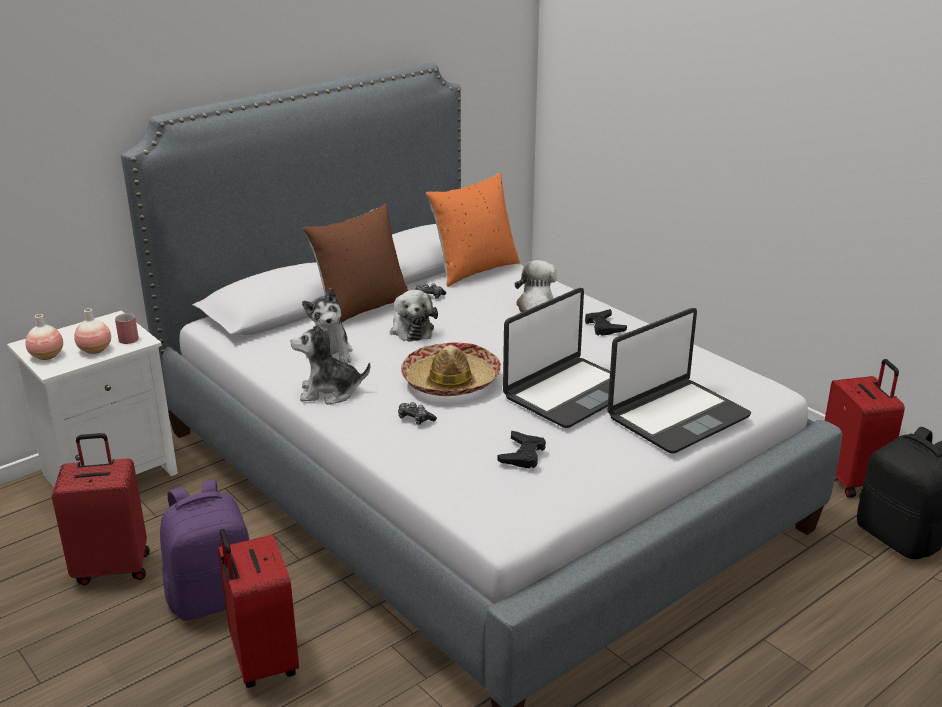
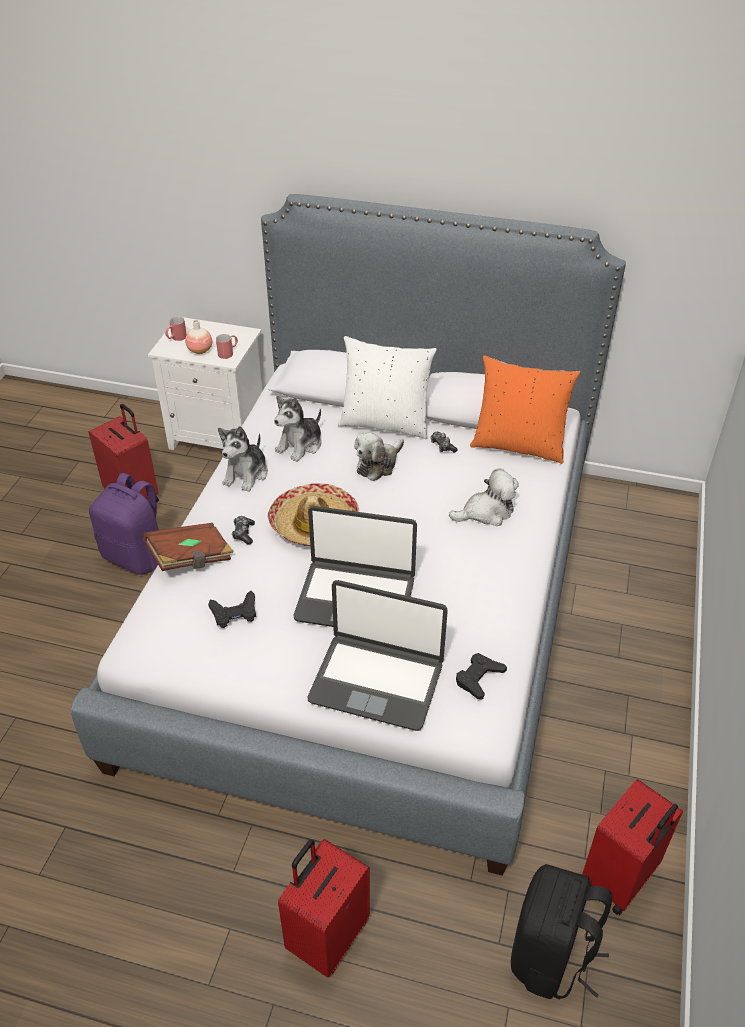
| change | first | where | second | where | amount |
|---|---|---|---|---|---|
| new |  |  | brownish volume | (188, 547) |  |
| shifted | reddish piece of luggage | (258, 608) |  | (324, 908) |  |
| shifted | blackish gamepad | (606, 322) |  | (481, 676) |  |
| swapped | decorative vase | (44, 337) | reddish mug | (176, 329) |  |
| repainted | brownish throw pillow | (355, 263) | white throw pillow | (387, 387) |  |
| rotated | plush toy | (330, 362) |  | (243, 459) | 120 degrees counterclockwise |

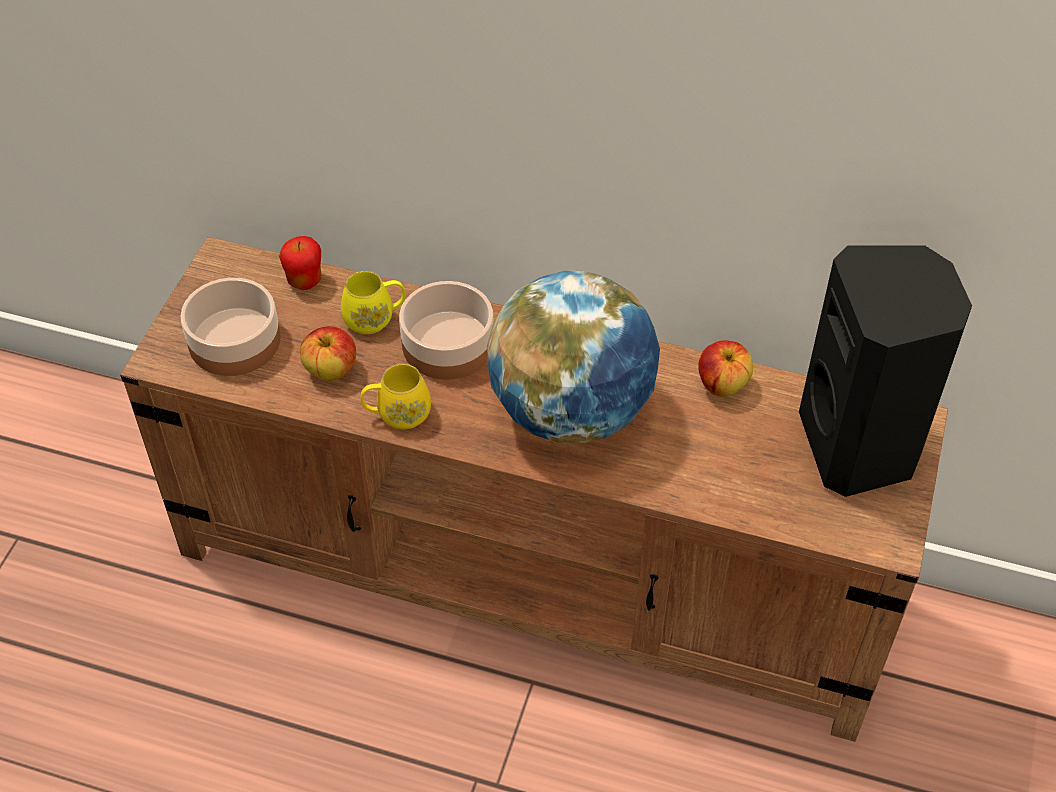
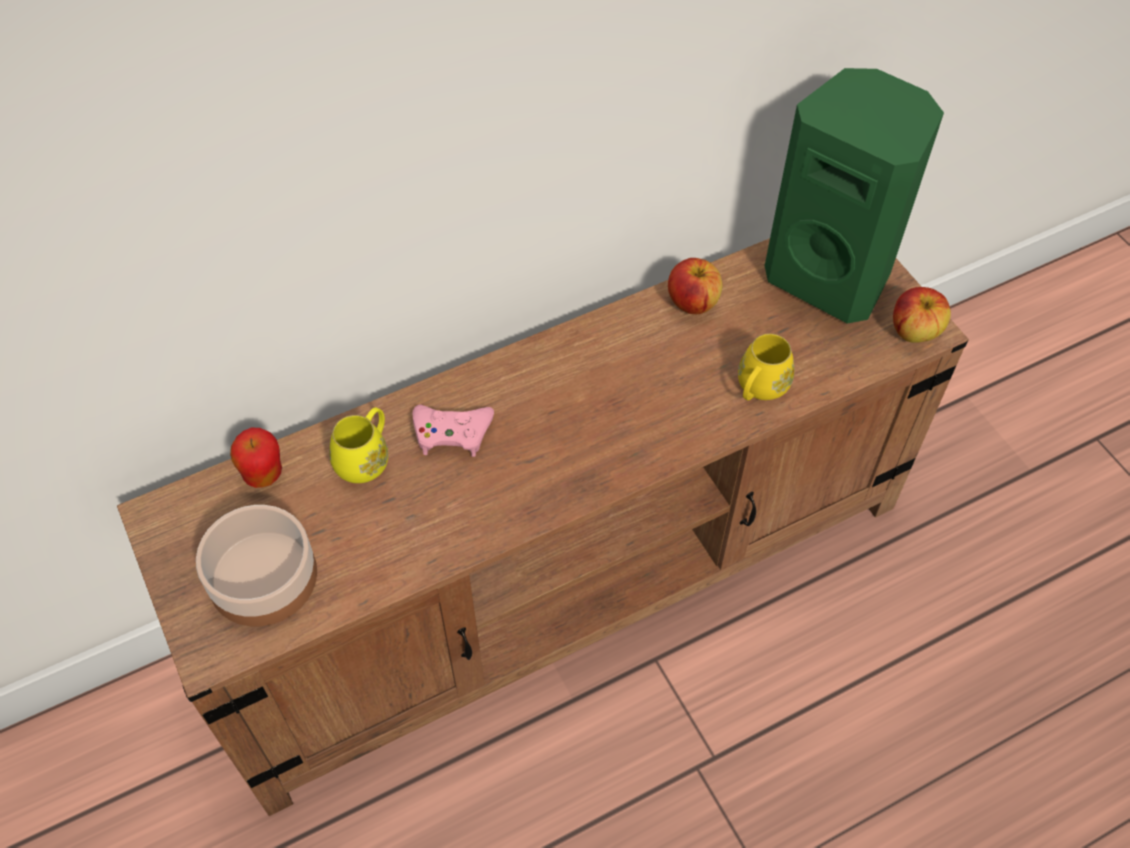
| change | first | where | second | where | amount |
|---|---|---|---|---|---|
| gone | globe | (573, 357) |  |  |  |
| shifted | whole apple | (328, 353) |  | (922, 315) |  |
| shifted | yellow mug | (396, 396) |  | (766, 367) |  |
| swapped | bowl | (446, 330) | pink gamepad | (453, 431) |  |
| repainted | blackish loudspeaker | (885, 371) | greenish loudspeaker | (854, 195) |  |

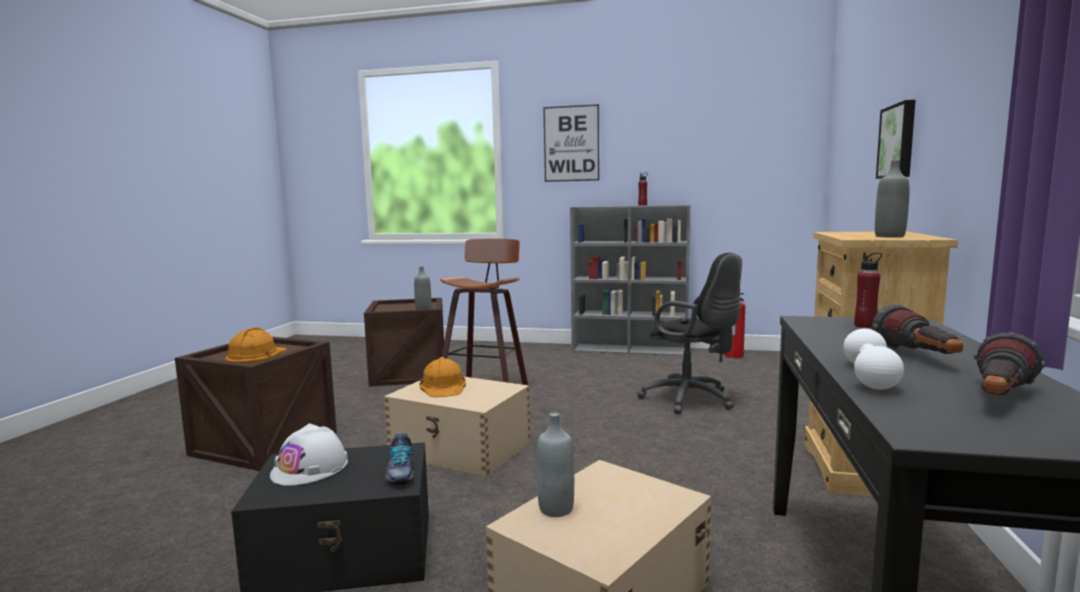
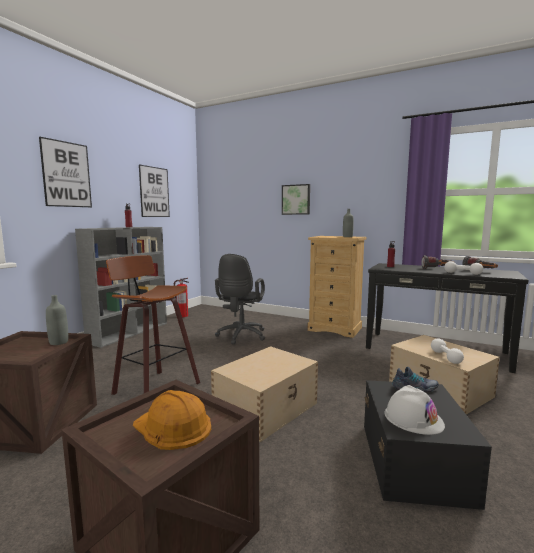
| change | first | where | second | where | amount |
|---|---|---|---|---|---|
| gone | orangey safety helmet | (443, 377) |  |  |  |
| new |  |  | wall art | (154, 190) |  |
| swapped | greyish drink bottle | (555, 464) | white hand weight | (447, 351) |  |
| rotated | blackish computer chair | (689, 333) |  | (240, 299) | 135 degrees clockwise |

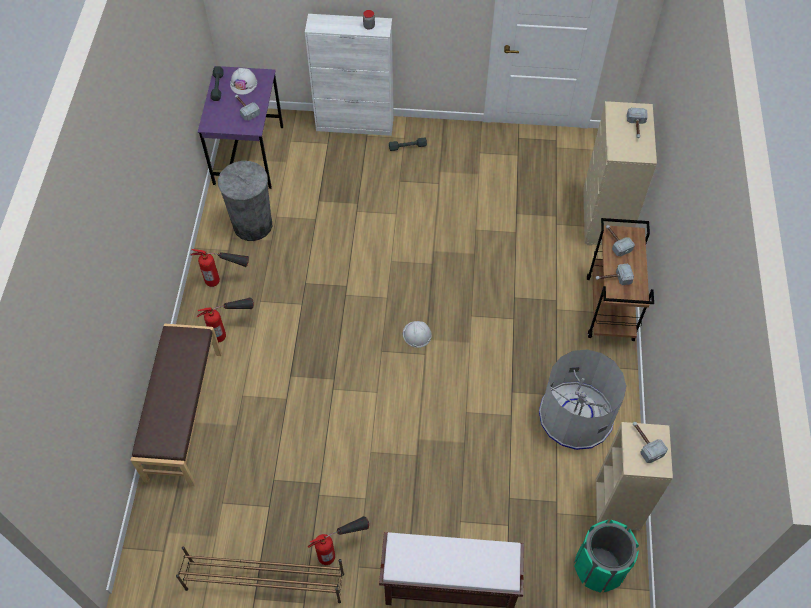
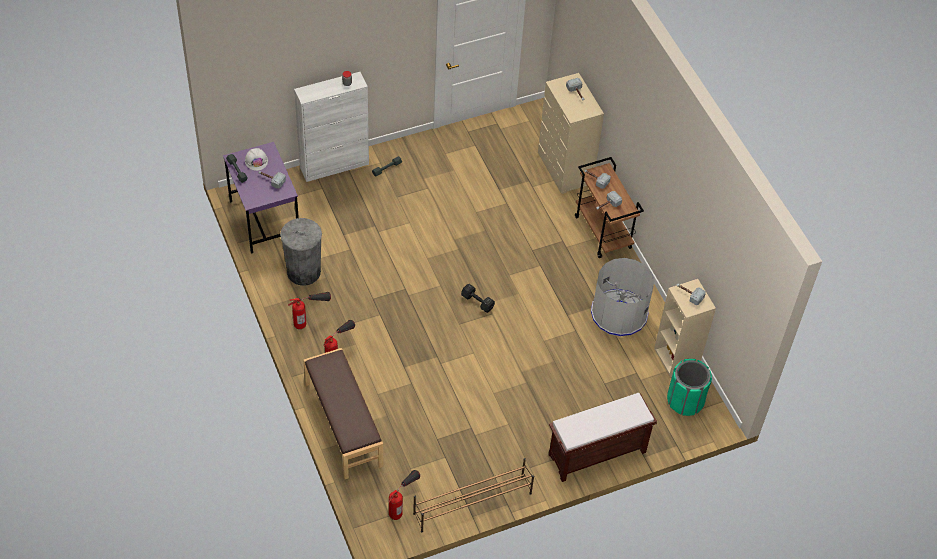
| change | first | where | second | where | amount |
|---|---|---|---|---|---|
| shifted | extinguisher | (338, 540) |  | (404, 495) |  |
| swapped | white safety helmet | (417, 334) | blackish hand weight | (478, 298) |  |

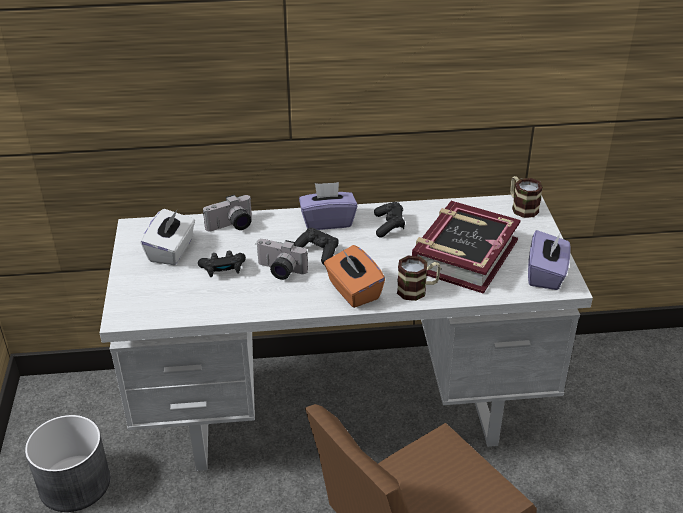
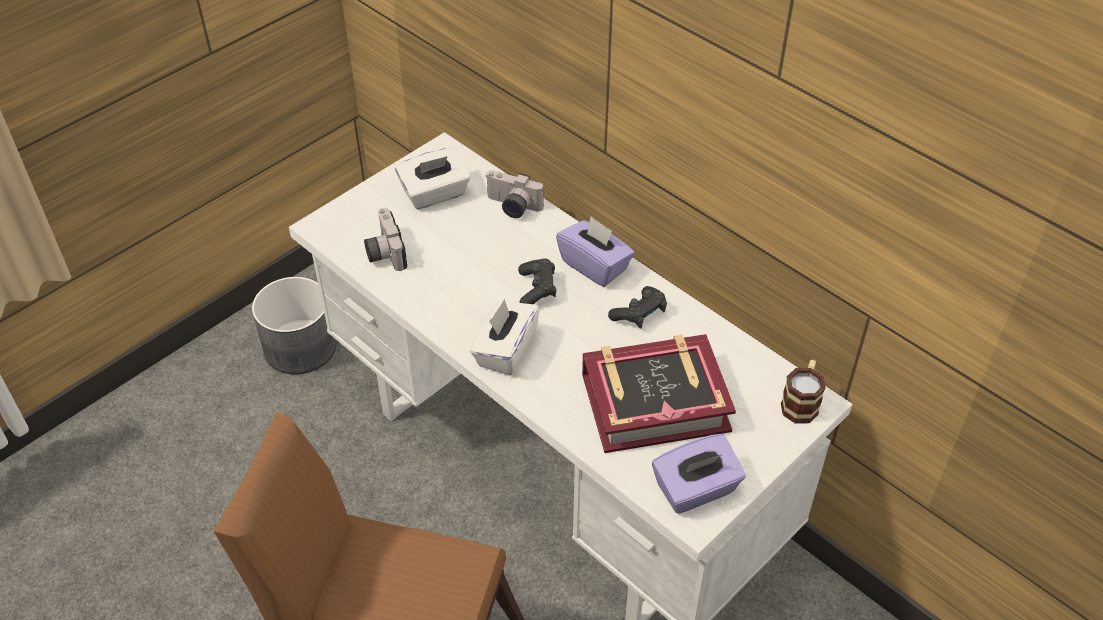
| change | first | where | second | where | amount |
|---|---|---|---|---|---|
| gone | blackish gamepad | (222, 264) |  |  |  |
| gone | mug | (419, 278) |  |  |  |
| shifted | still camera | (282, 259) |  | (385, 239) |  |
| repainted | orangey box of tissues | (354, 276) | white box of tissues | (505, 337) |  |

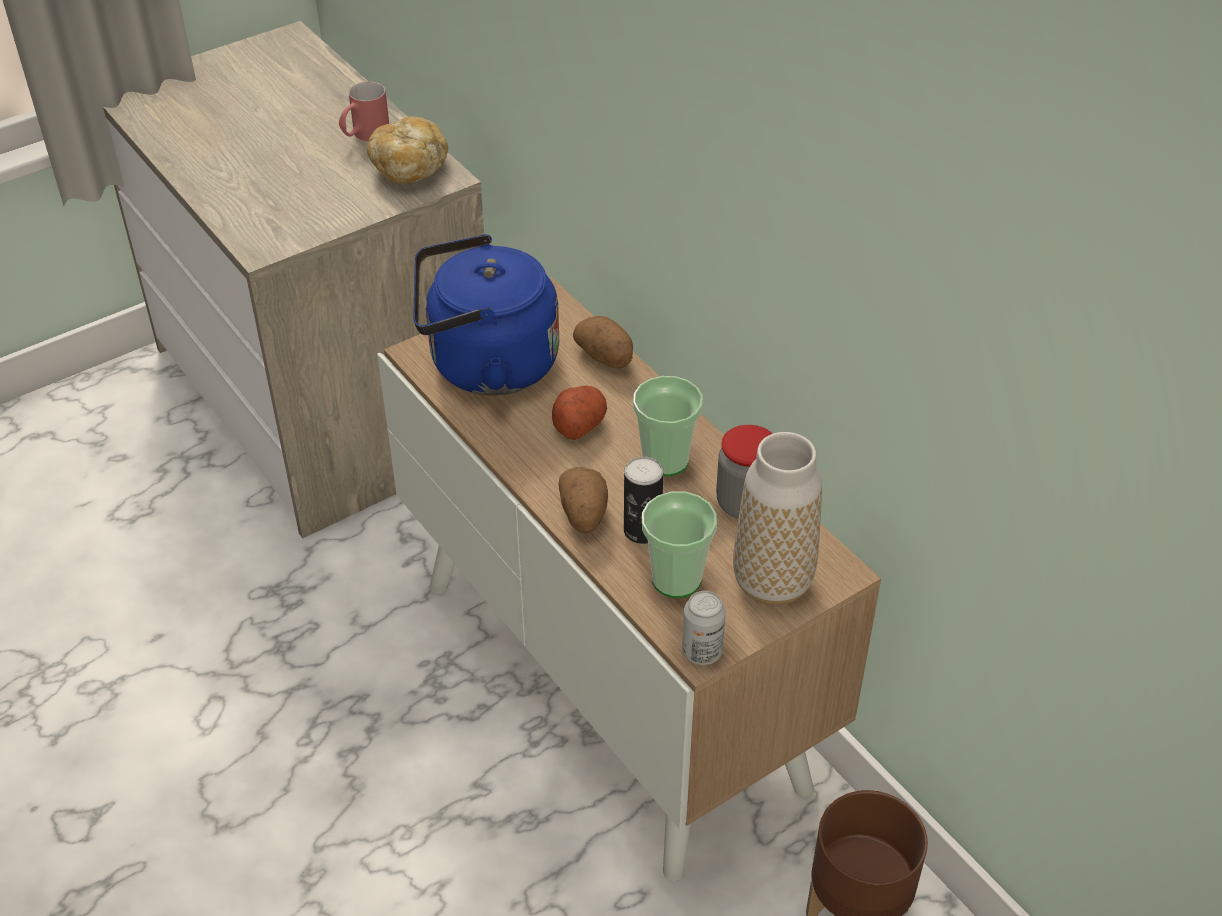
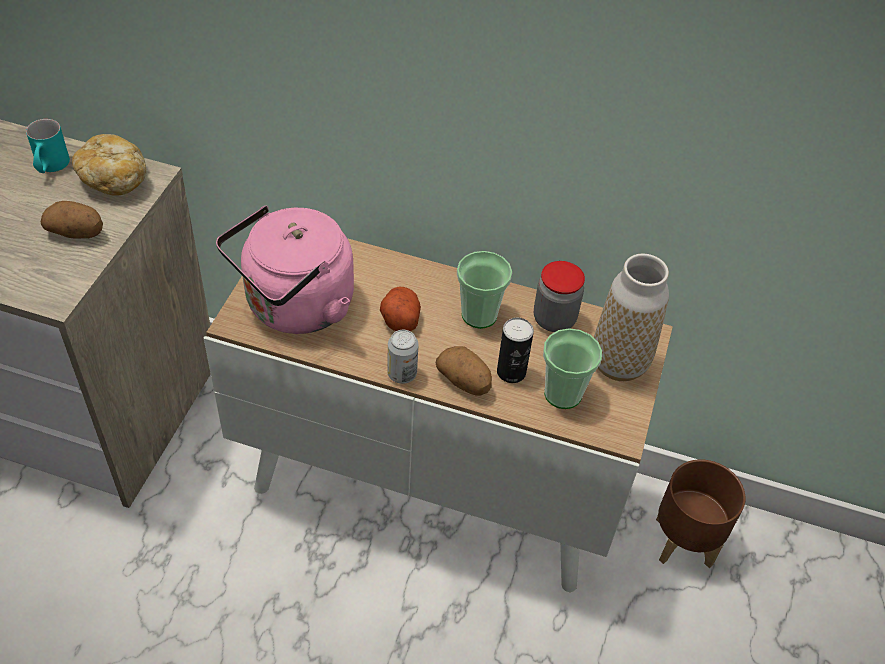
| change | first | where | second | where | amount |
|---|---|---|---|---|---|
| shifted | whole potato | (603, 342) |  | (72, 220) |  |
| shifted | sealed can | (704, 628) |  | (402, 357) |  |
| repainted | reddish mug | (364, 111) | turquoise-coloured mug | (48, 146) |  |
| repainted | bluish water kettle | (486, 315) | pink water kettle | (285, 270) |  |

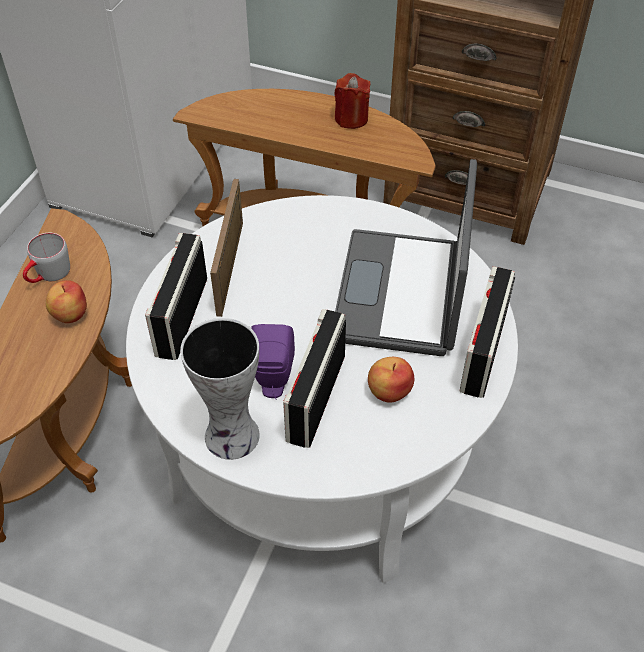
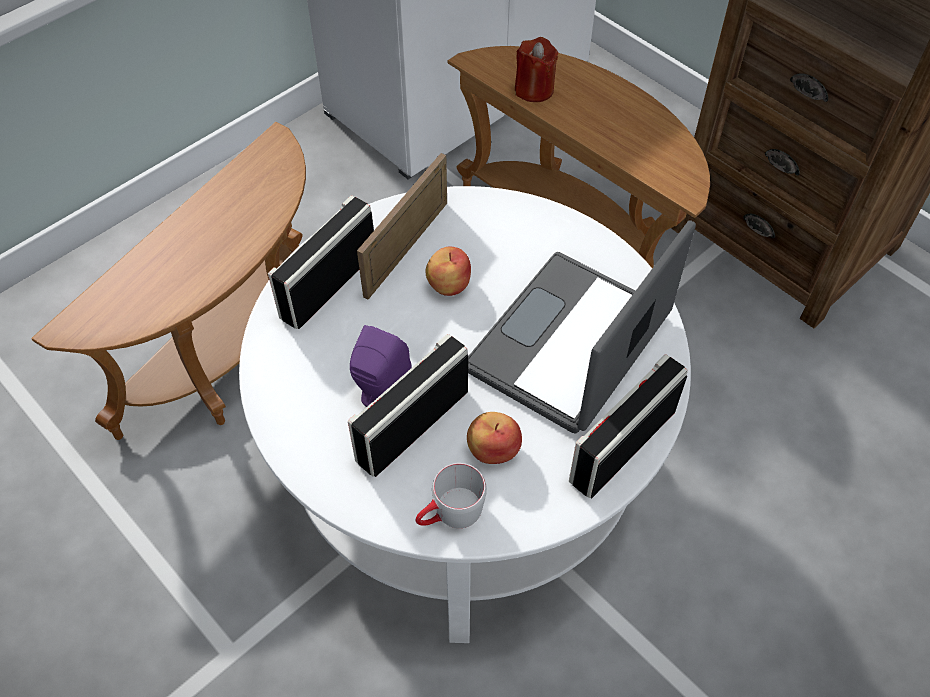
| change | first | where | second | where | amount |
|---|---|---|---|---|---|
| gone | decorative vase | (220, 389) |  |  |  |
| shifted | greyish mug | (46, 258) |  | (451, 495) |  |
| shifted | whole apple | (66, 301) |  | (448, 271) |  |
| shifted | reddish wax candle | (352, 101) |  | (536, 69) |  |

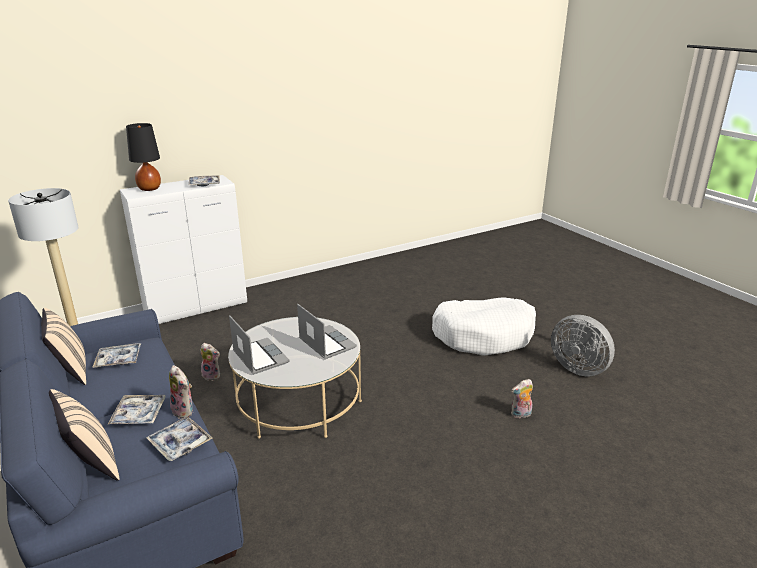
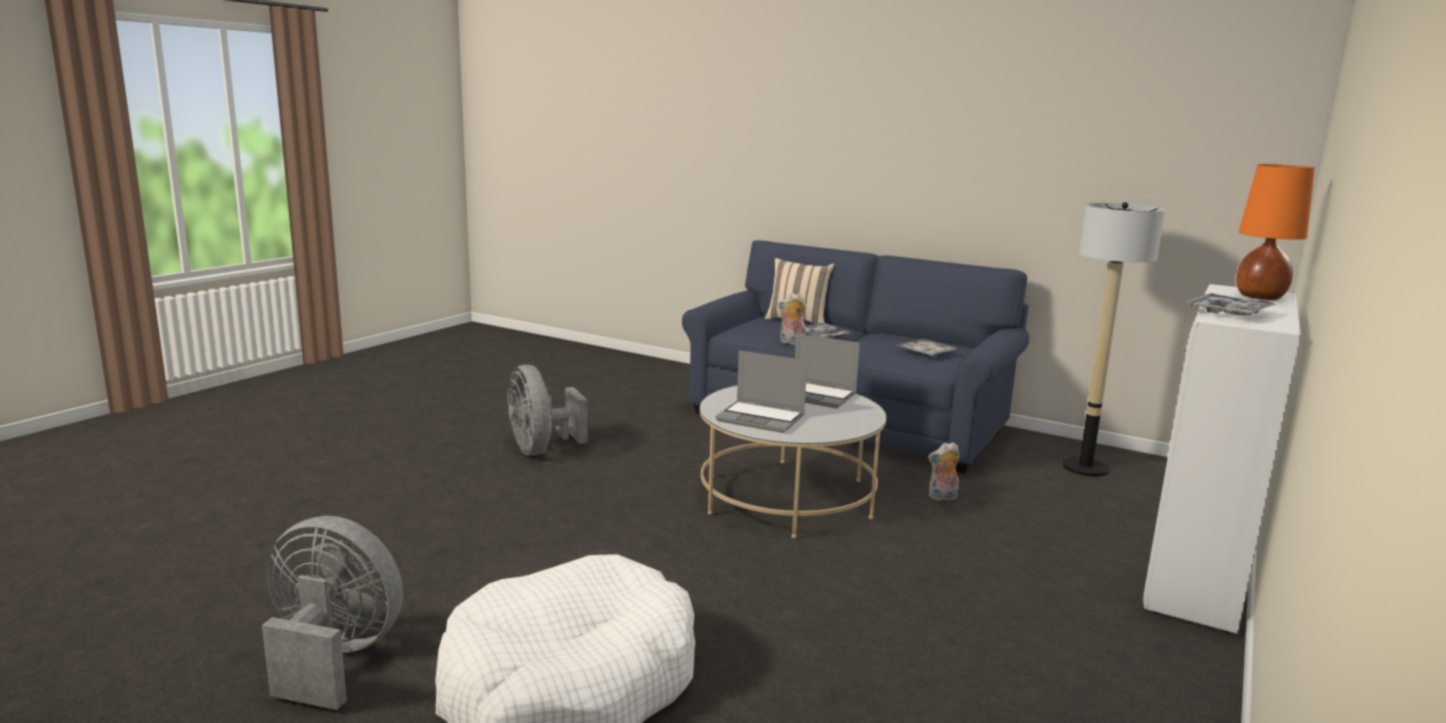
| change | first | where | second | where | amount |
|---|---|---|---|---|---|
| gone | beige-coloured throw pillow | (63, 346) |  |  |  |
| gone | tray | (179, 438) |  |  |  |
| gone | plush toy | (522, 399) |  |  |  |
| new |  |  | greyish fan | (547, 410) |  |
| repainted | blackish lamp for a table | (143, 157) | orangey lamp for a table | (1275, 232) |  |

